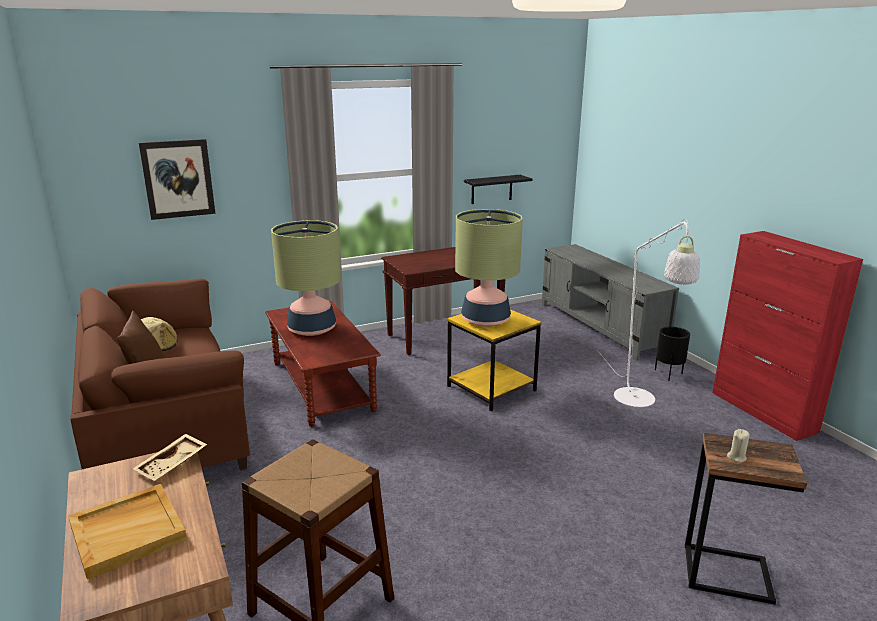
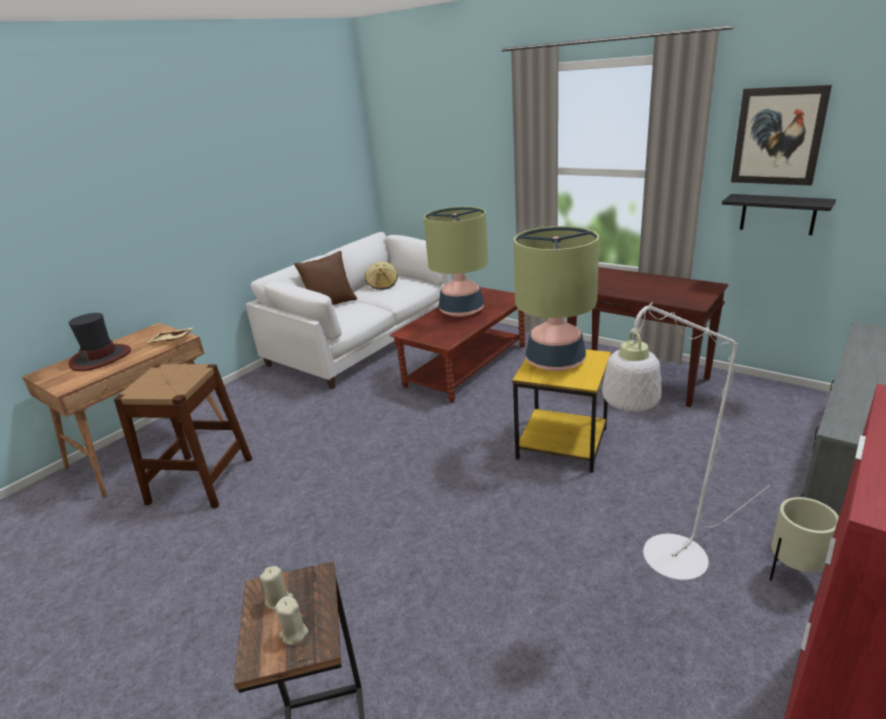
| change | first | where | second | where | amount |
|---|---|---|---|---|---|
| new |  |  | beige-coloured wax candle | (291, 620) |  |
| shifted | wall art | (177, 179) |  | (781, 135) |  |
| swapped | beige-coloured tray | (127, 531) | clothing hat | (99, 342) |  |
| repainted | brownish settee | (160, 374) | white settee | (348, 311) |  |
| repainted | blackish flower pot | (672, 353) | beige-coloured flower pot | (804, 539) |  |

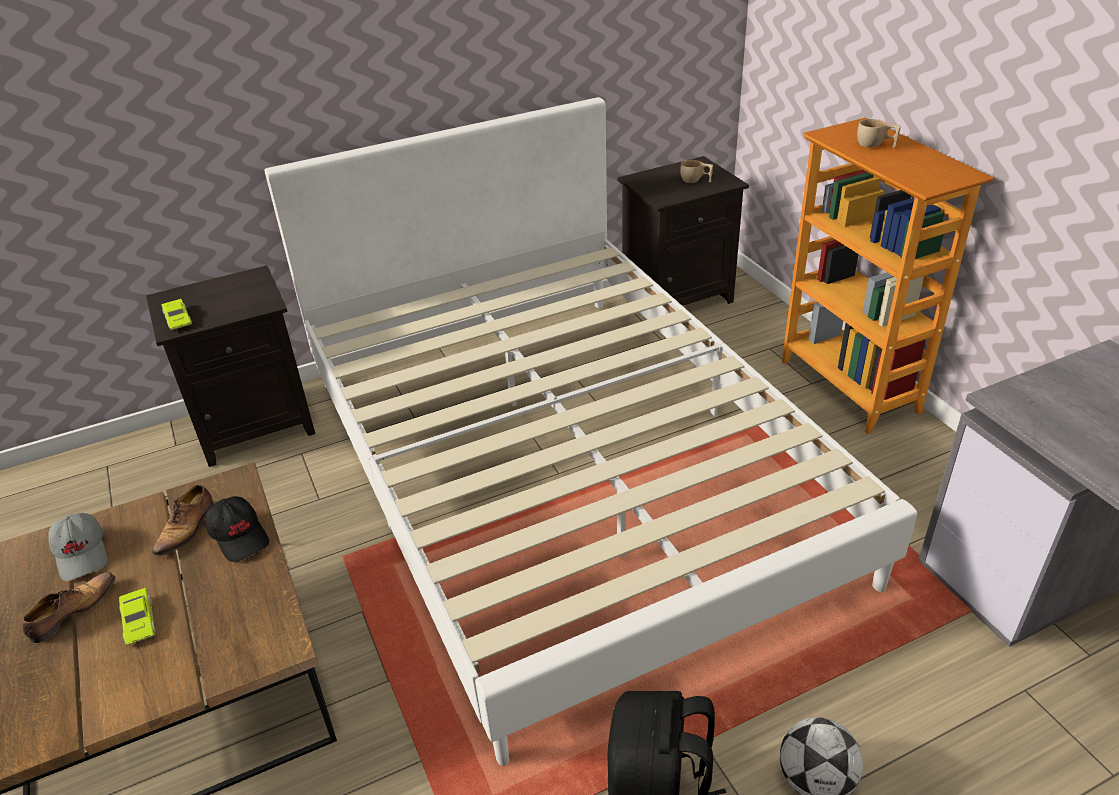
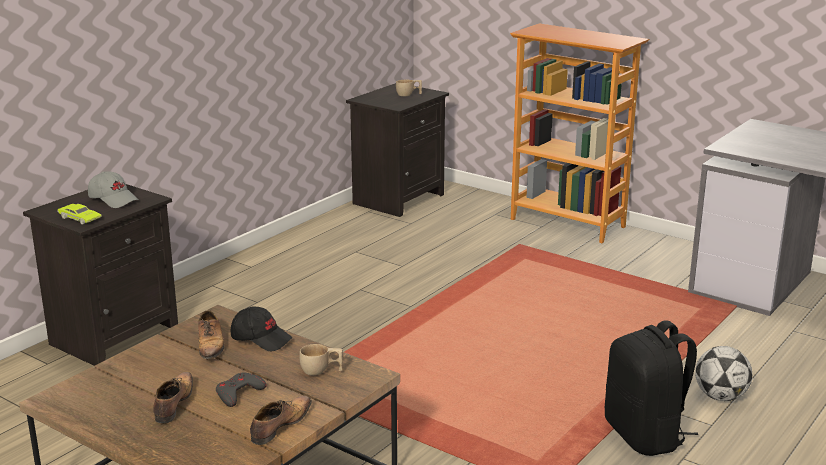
| change | first | where | second | where | amount |
|---|---|---|---|---|---|
| gone | white bed | (590, 431) |  |  |  |
| new |  |  | item of footwear | (281, 420) |  |
| shifted | greyish cap | (78, 547) |  | (113, 189) |  |
| shifted | beige-coloured drinking cup | (879, 133) |  | (321, 360) |  |
| swapped | greenish model car | (137, 617) | greyish gamepad | (241, 390) |  |

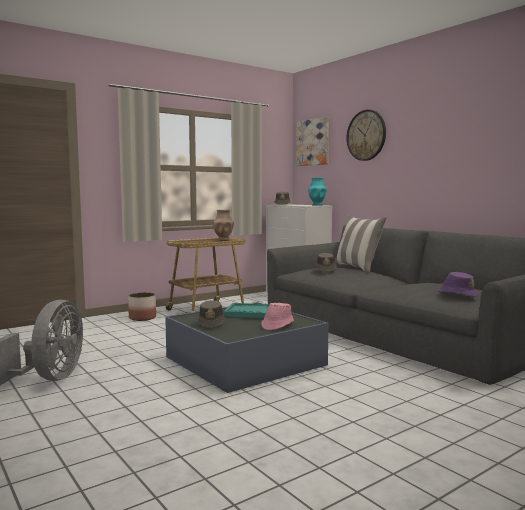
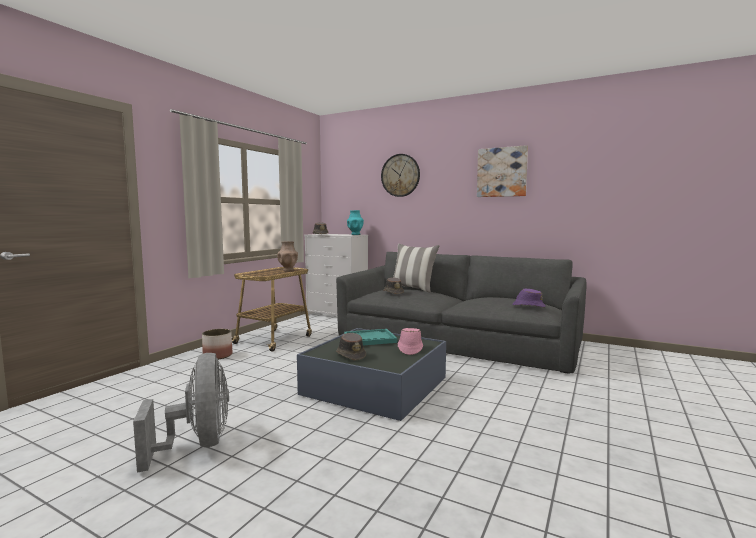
| change | first | where | second | where | amount |
|---|---|---|---|---|---|
| shifted | wall art | (312, 141) |  | (502, 171) |  |

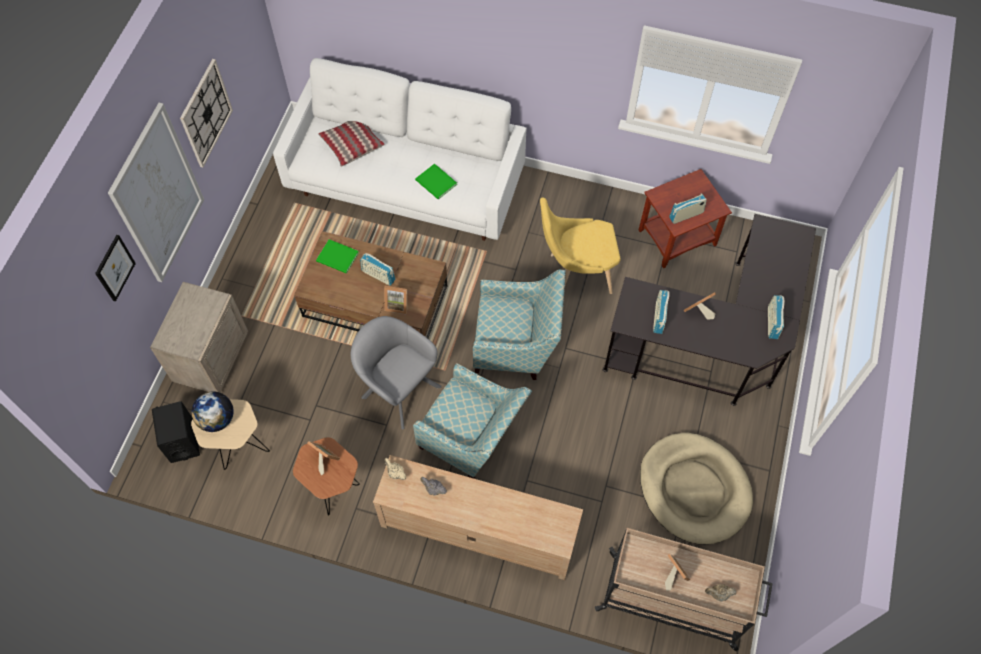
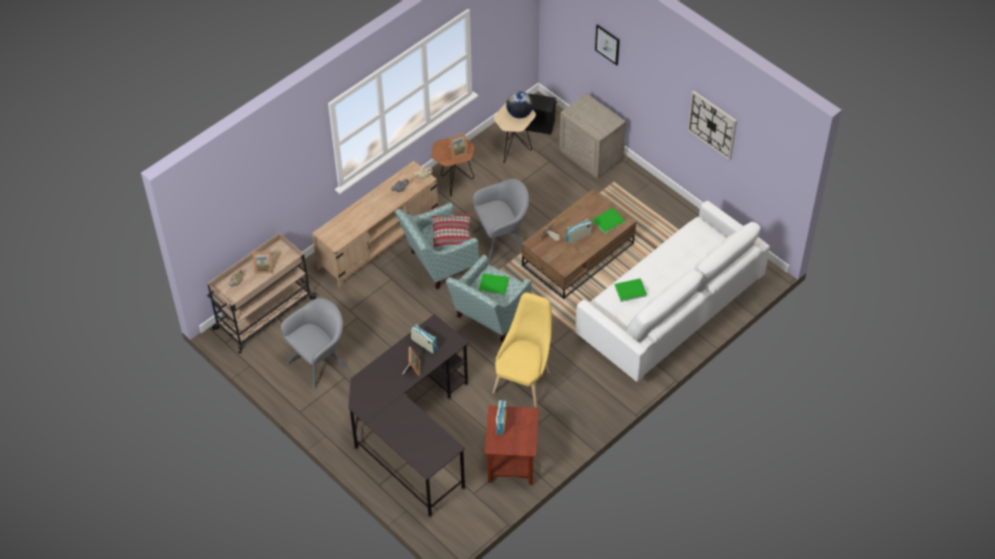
| change | first | where | second | where | amount |
|---|---|---|---|---|---|
| gone | wall art | (156, 192) |  |  |  |
| gone | radio | (776, 317) |  |  |  |
| new |  |  | greenish volume | (494, 284) |  |
| shifted | throw pillow | (351, 144) |  | (451, 230) |  |
| swapped | beige-coloured dog bed | (696, 488) | greyish easy chair | (314, 344) |  |

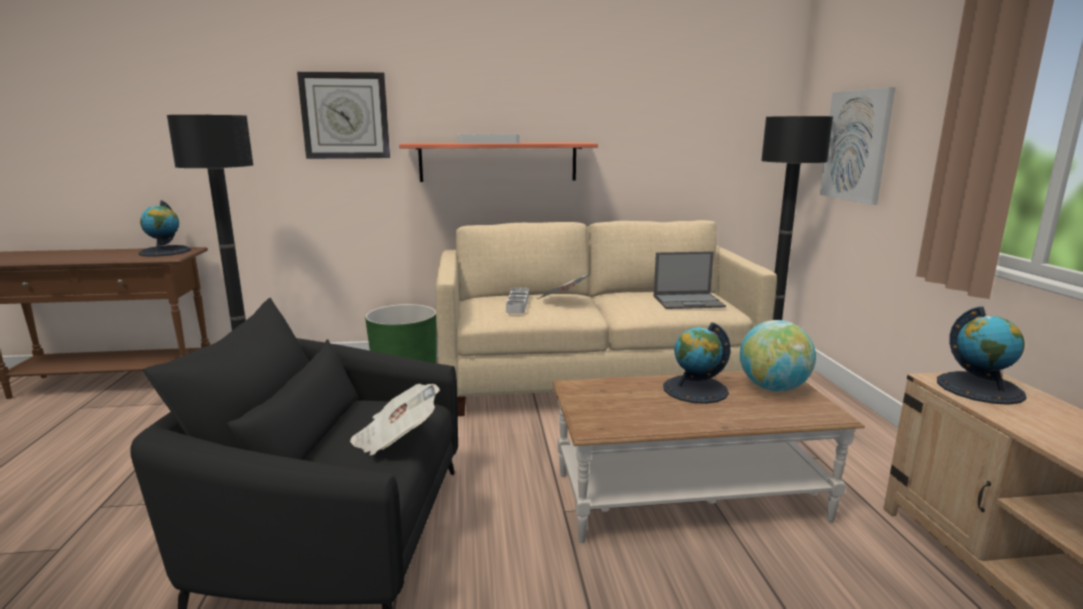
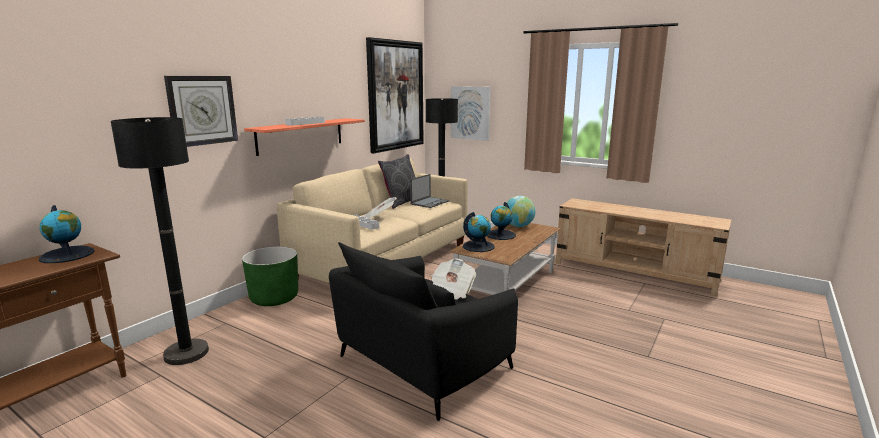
| change | first | where | second | where | amount |
|---|---|---|---|---|---|
| new |  |  | wall art | (395, 95) |  |
| new |  |  | greyish throw pillow | (397, 181) |  |
| shifted | globe | (982, 355) |  | (479, 232) |  |

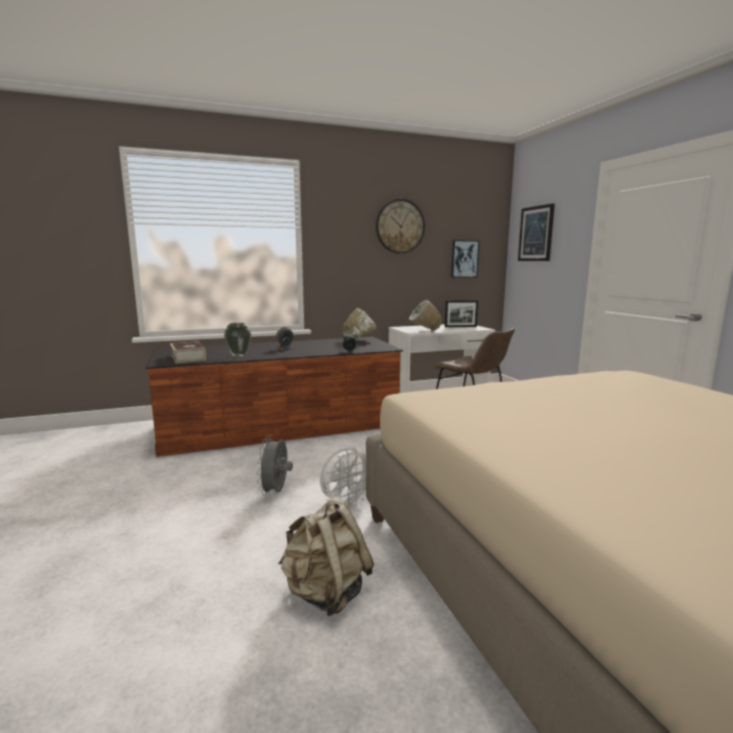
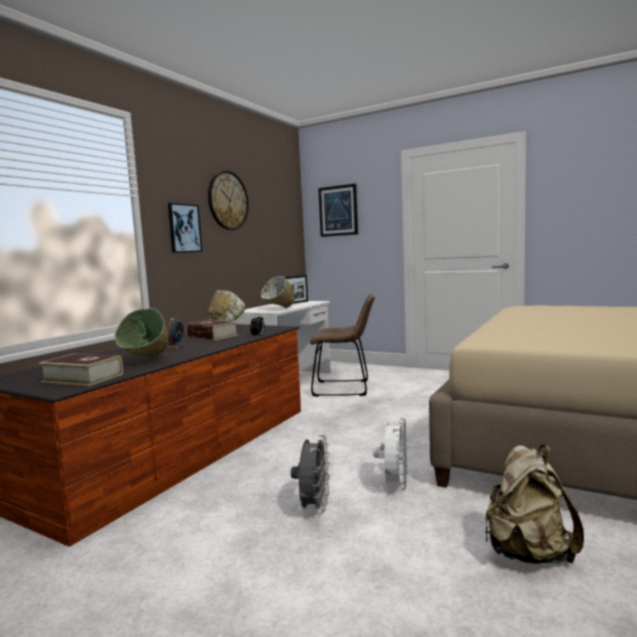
| change | first | where | second | where | amount |
|---|---|---|---|---|---|
| new |  |  | volume | (212, 330) |  |
| shifted | wall art | (465, 259) |  | (185, 228) |  |
| swapped | decorative vase | (237, 340) | greenish bowl | (141, 333) |  |
| rotated | greyish fan | (274, 465) |  | (310, 474) | 135 degrees counterclockwise |

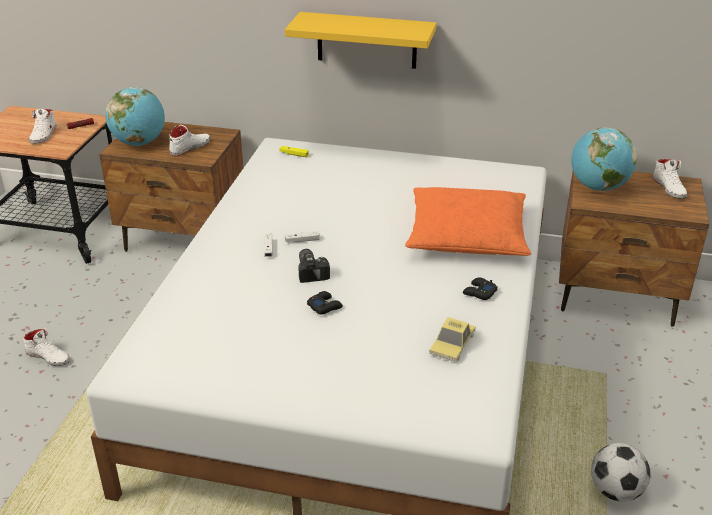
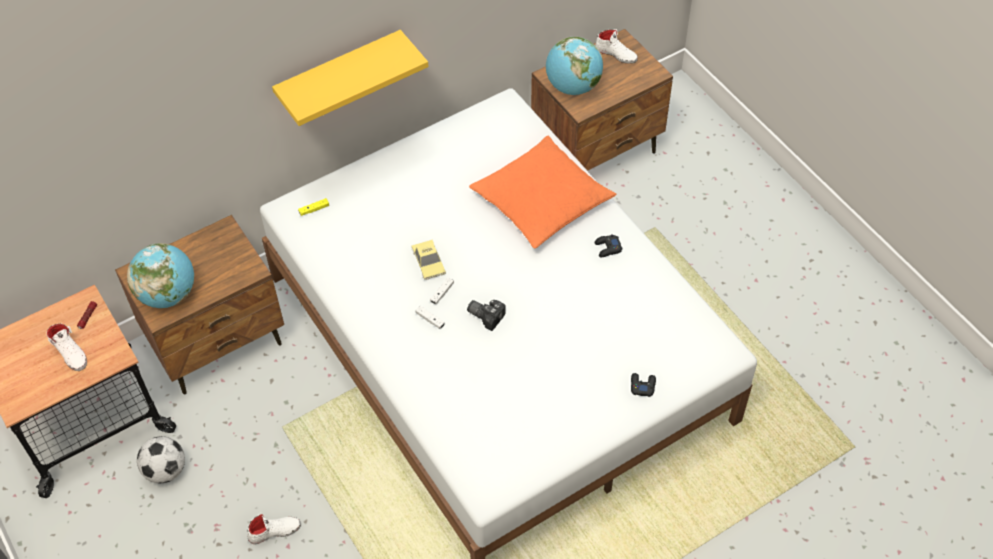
| change | first | where | second | where | amount |
|---|---|---|---|---|---|
| gone | white item of footwear | (190, 140) |  |  |  |
| shifted | blackish gamepad | (325, 303) |  | (643, 385) |  |
| shifted | model car | (452, 339) |  | (428, 259) |  |
| shifted | football ball | (621, 472) |  | (161, 459) |  |

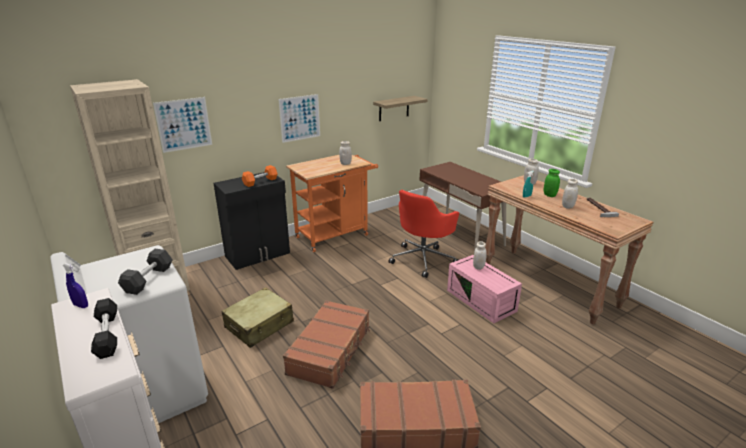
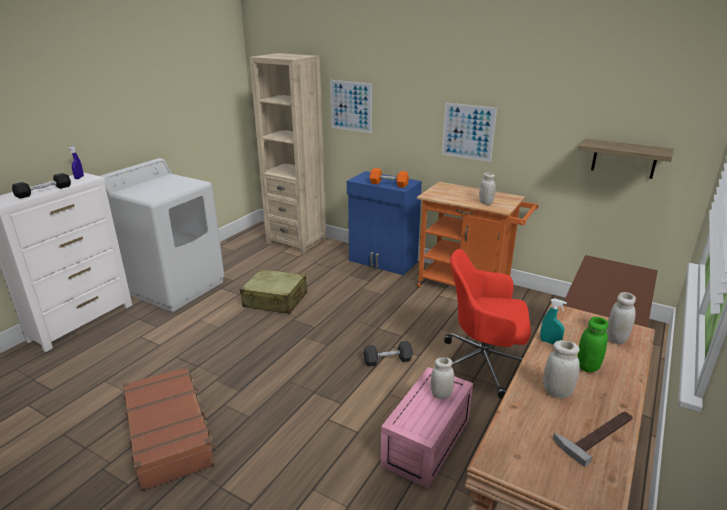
| change | first | where | second | where | amount |
|---|---|---|---|---|---|
| gone | brownish piece of luggage | (326, 344) |  |  |  |
| shifted | greyish hand weight | (145, 272) |  | (388, 354) |  |
| repainted | blackish storage cabinet | (251, 221) | bluish storage cabinet | (384, 223) |  |

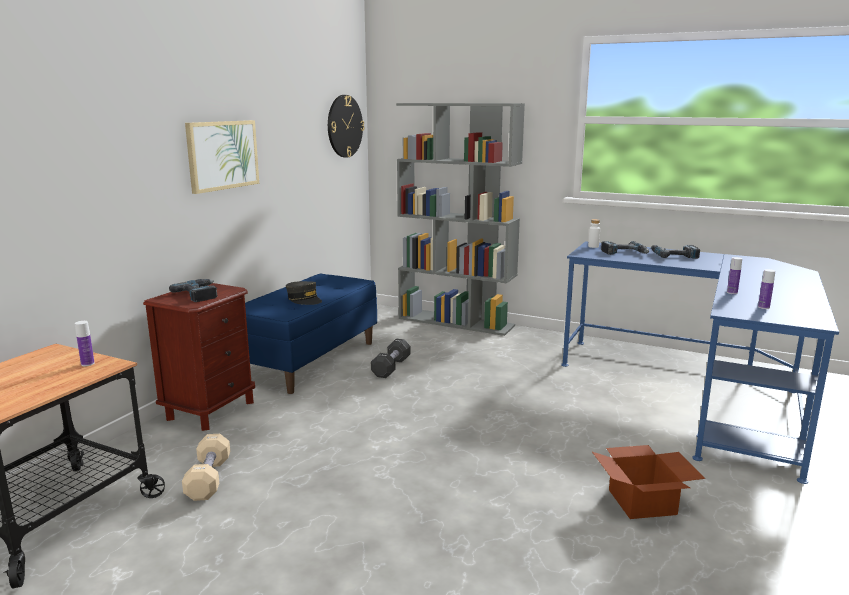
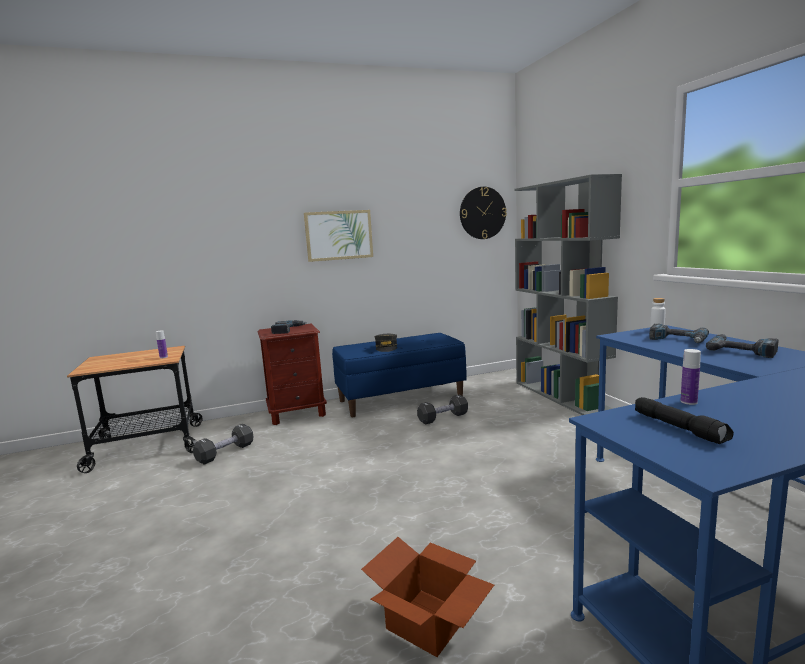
| change | first | where | second | where | amount |
|---|---|---|---|---|---|
| swapped | drink bottle | (766, 289) | blackish torch | (684, 420) |  |
| repainted | beige-coloured hand weight | (206, 467) | blackish hand weight | (223, 444) |  |

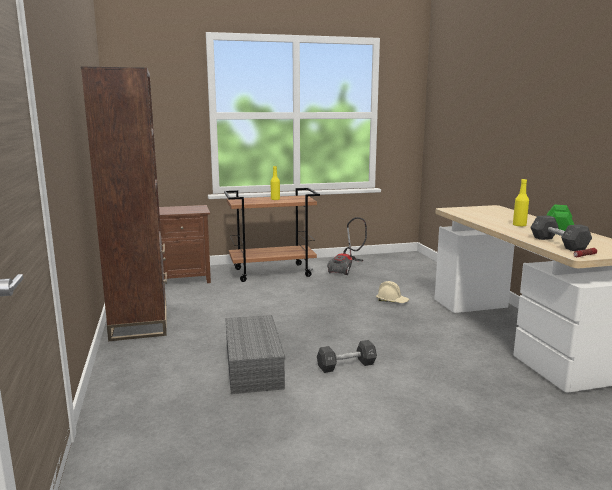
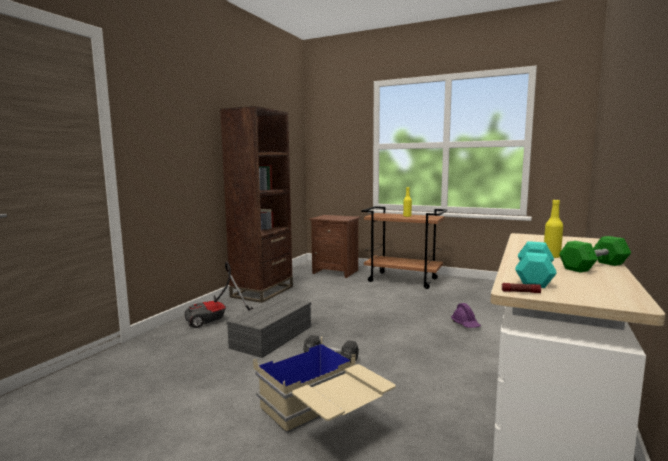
| change | first | where | second | where | amount |
|---|---|---|---|---|---|
| new |  |  | beige-coloured storage bin | (324, 385) |  |
| shifted | hoover | (347, 246) |  | (219, 294) |  |
| repainted | beige-coloured safety helmet | (393, 292) | purplish safety helmet | (466, 315) |  |
| repainted | greyish hand weight | (561, 233) | turquoise-coloured hand weight | (536, 264) |  |

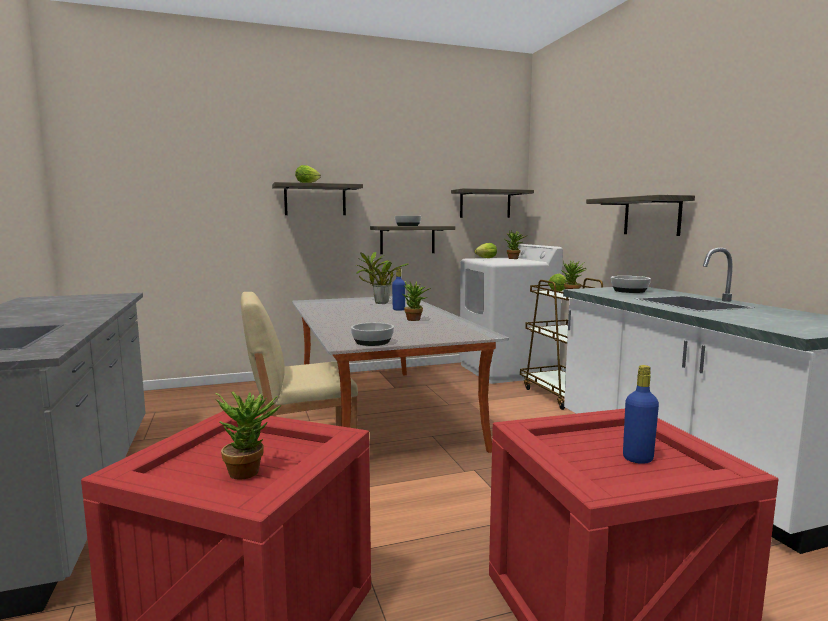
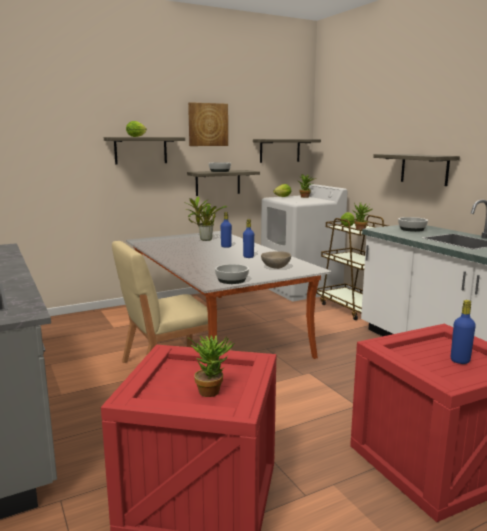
| change | first | where | second | where | amount |
|---|---|---|---|---|---|
| new |  |  | wall art | (208, 124) |  |
| new |  |  | beige-coloured bowl | (276, 260) |  |
| swapped | potted plant | (416, 301) | bluish drink bottle | (248, 238) |  |

